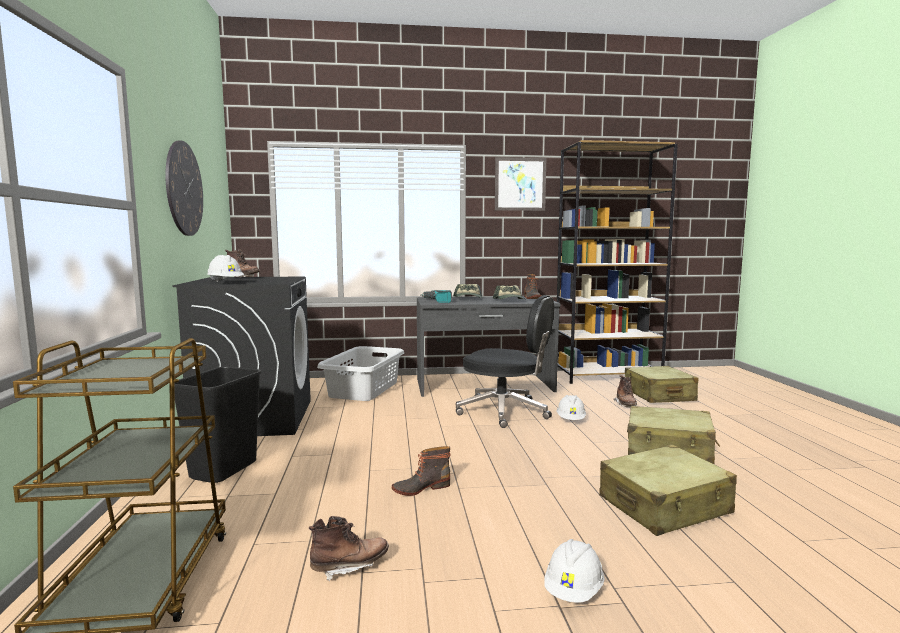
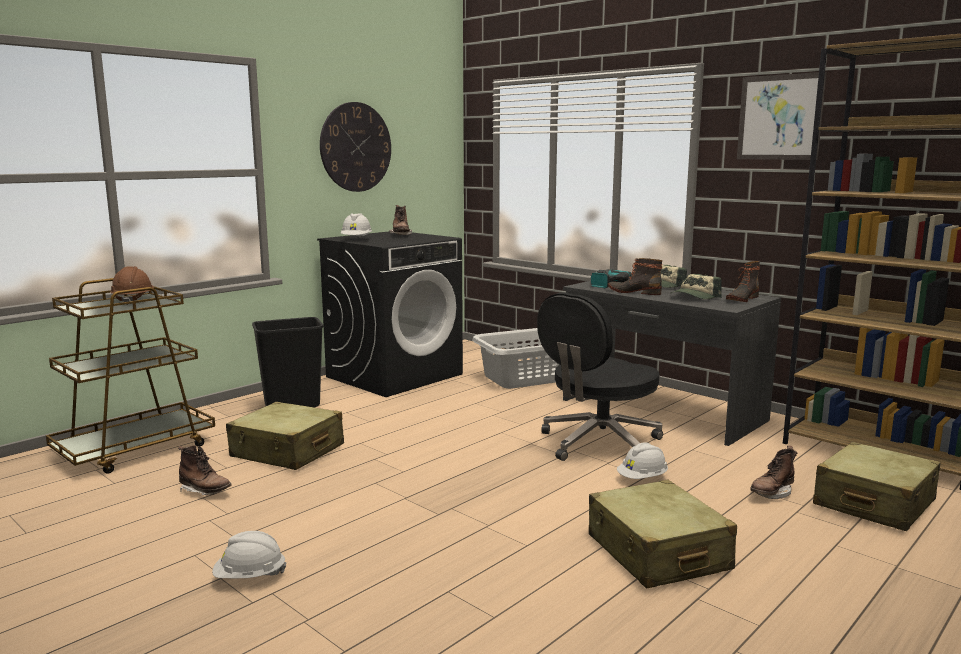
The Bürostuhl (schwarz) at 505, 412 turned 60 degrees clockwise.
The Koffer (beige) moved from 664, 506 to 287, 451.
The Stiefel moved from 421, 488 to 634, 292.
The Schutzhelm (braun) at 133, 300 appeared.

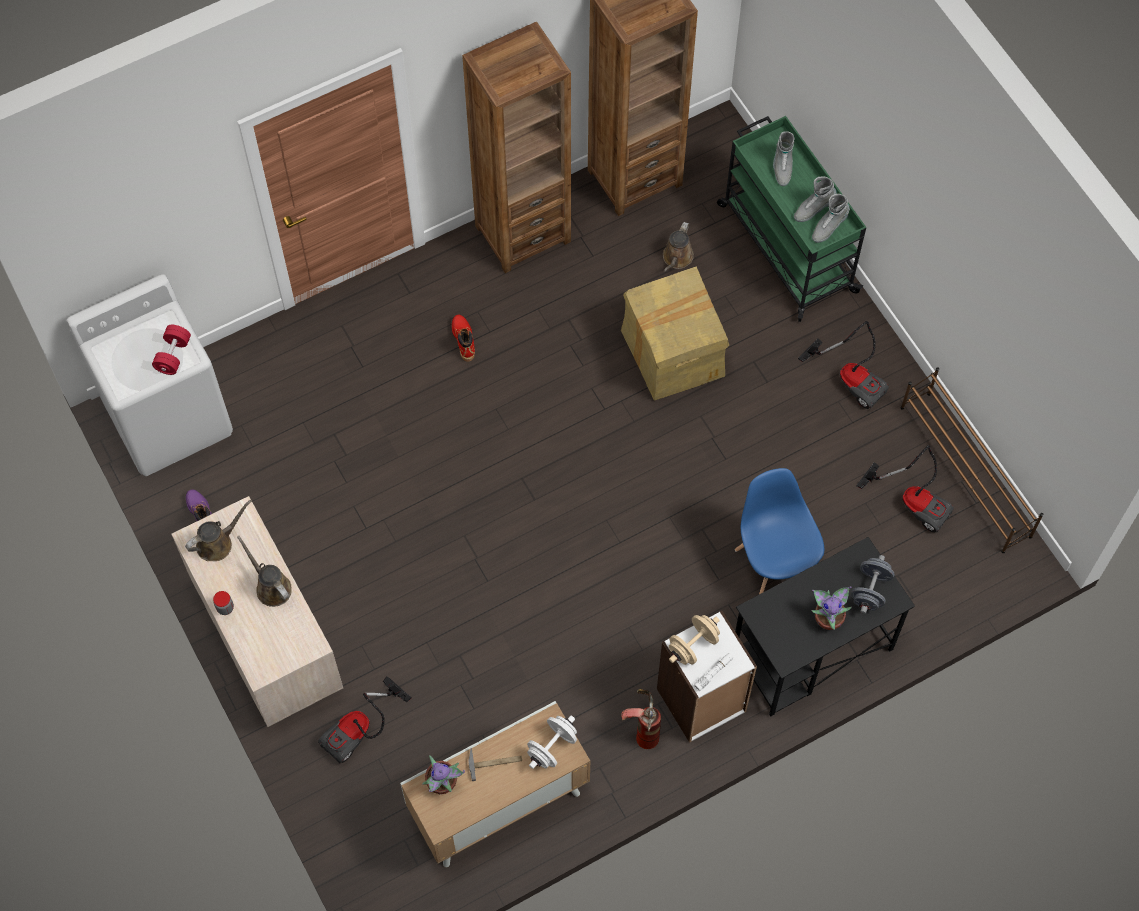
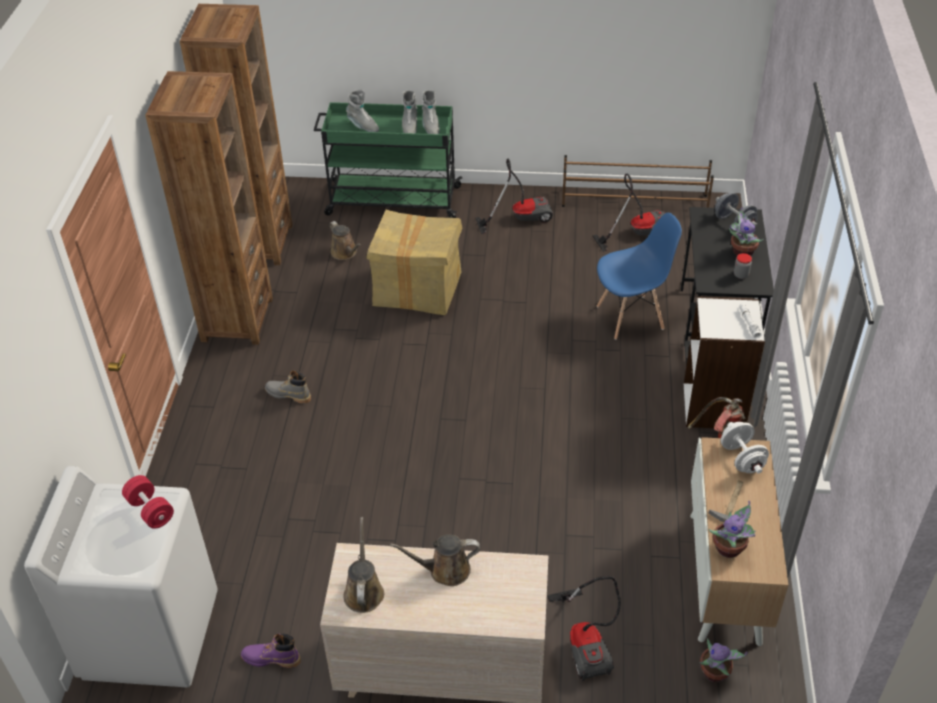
The Stiefel (rot) at 463, 339 became the Stiefel (grau) at 288, 395.
The Stuhl (blau) at 774, 564 turned 150 degrees clockwise.
The Vorratsglas moved from 225, 608 to 741, 275.
The Hantel (beige) at 693, 645 disappeared.
The Topfpflanze at 714, 674 appeared.

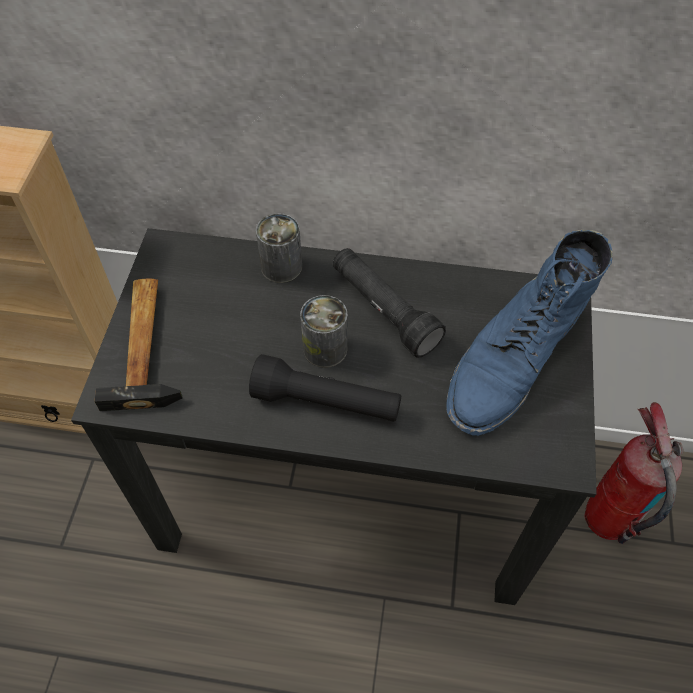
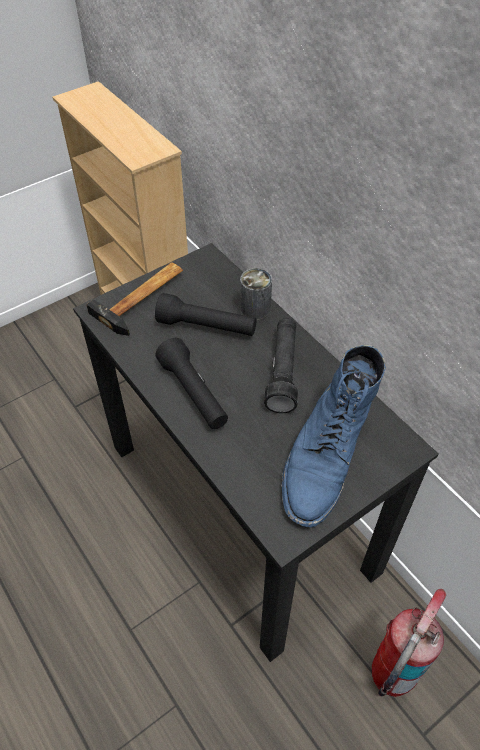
The Stiefel (blau) at 513, 360 turned 60 degrees counterclockwise.
The Dose at 325, 348 disappeared.
The Taschenlampe (schwarz) at 207, 327 appeared.

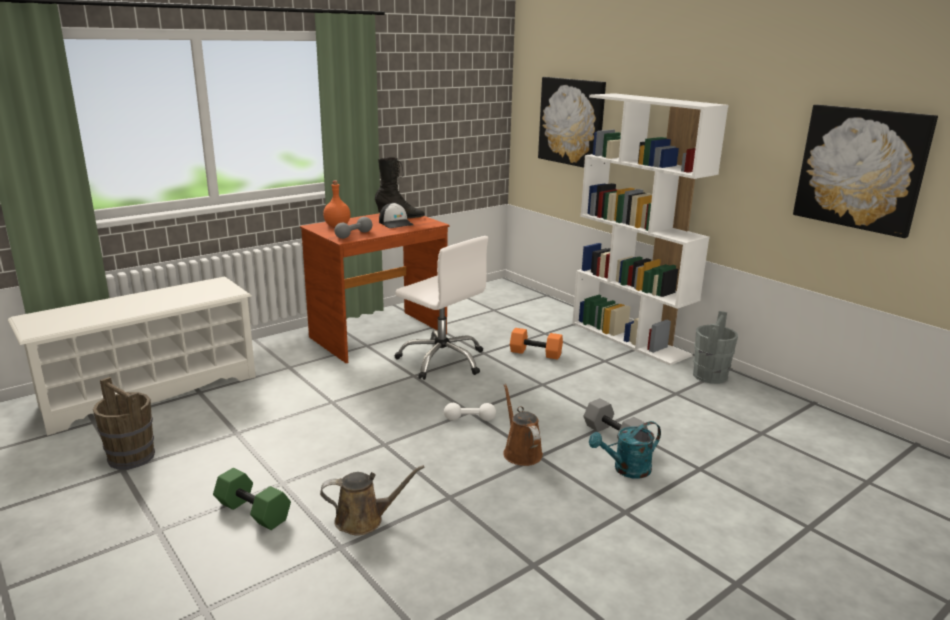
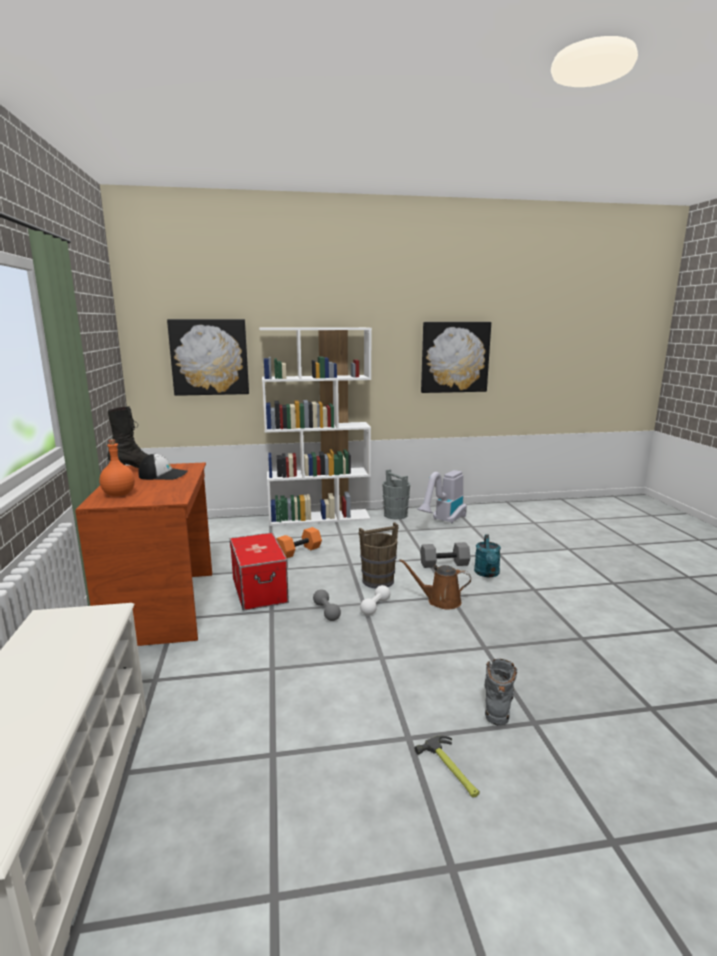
The Hantel (grau) moved from 354, 235 to 326, 612.
The Bürostuhl (weiß) at 442, 360 was replaced by the Aufbewahrungsbox at 260, 590.
The Eimer (braun) moved from 131, 457 to 378, 581.
The Gießkanne (braun) at 364, 520 was replaced by the Stiefel (grau) at 498, 699.
The Hantel (grün) at 254, 511 was replaced by the Hammer at 451, 770.
The Staubsauger at 443, 521 appeared.

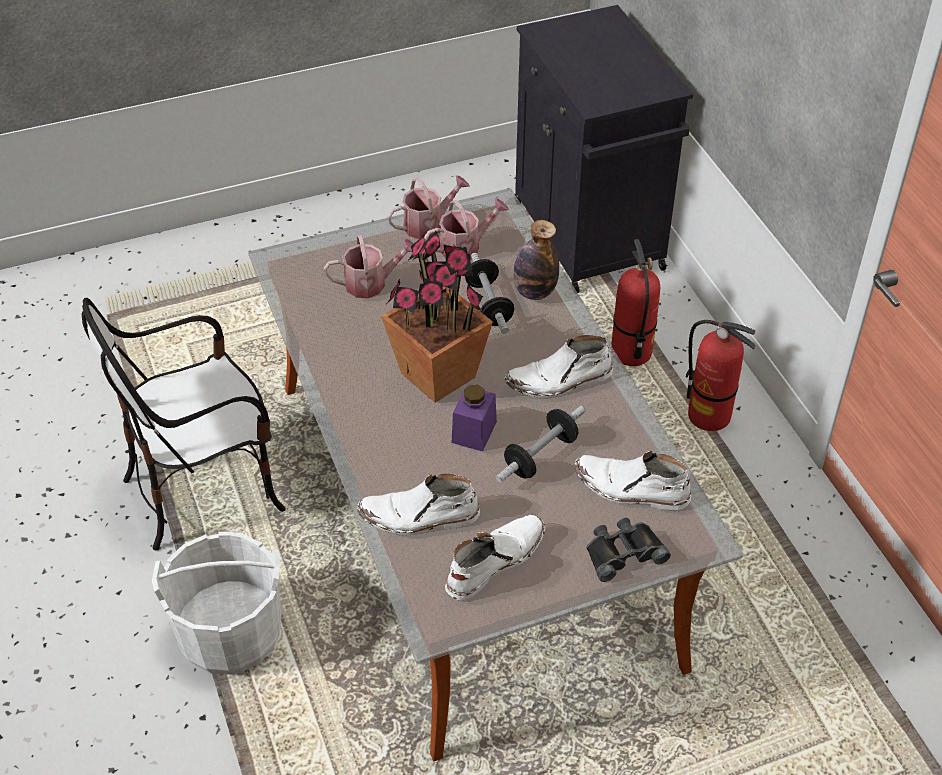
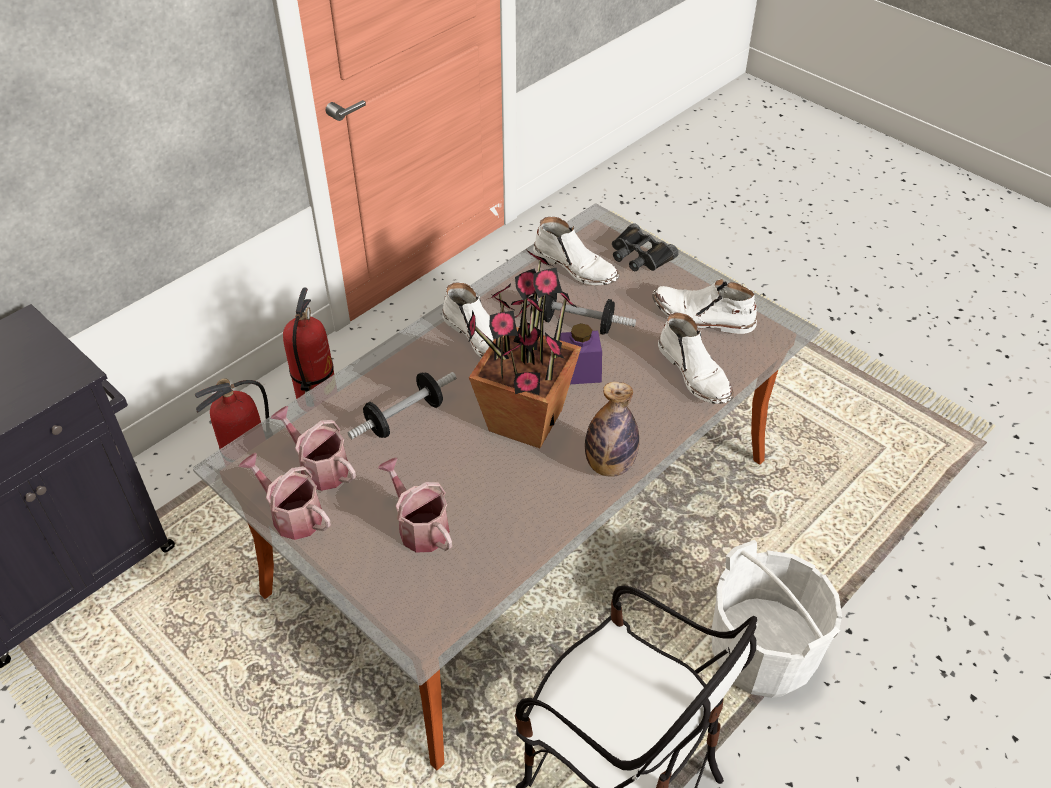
The Flasche moved from 534, 292 to 609, 465.
The Stiefel (weiß) at 630, 489 turned 45 degrees counterclockwise.

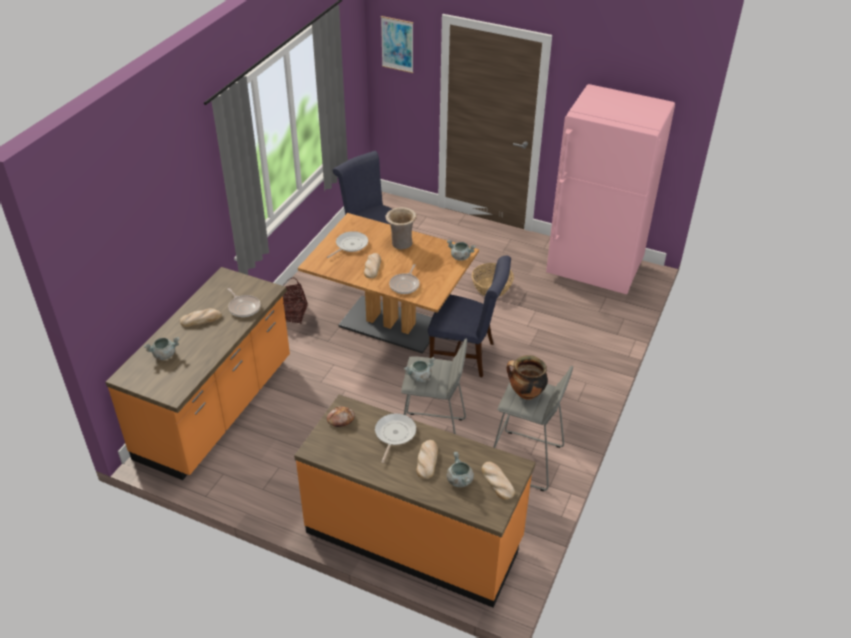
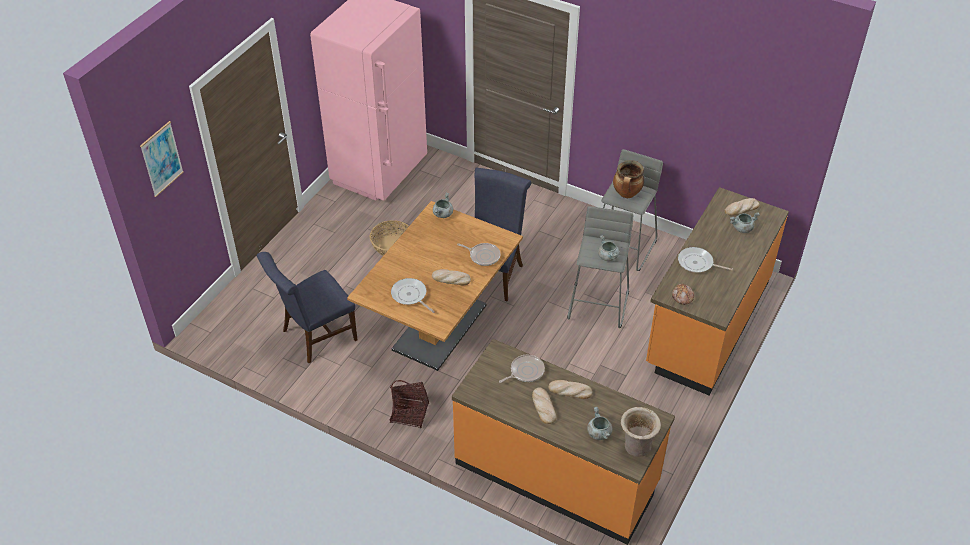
The Vase (beige) moved from 401, 243 to 636, 447.
The Brot moved from 427, 460 to 570, 391.

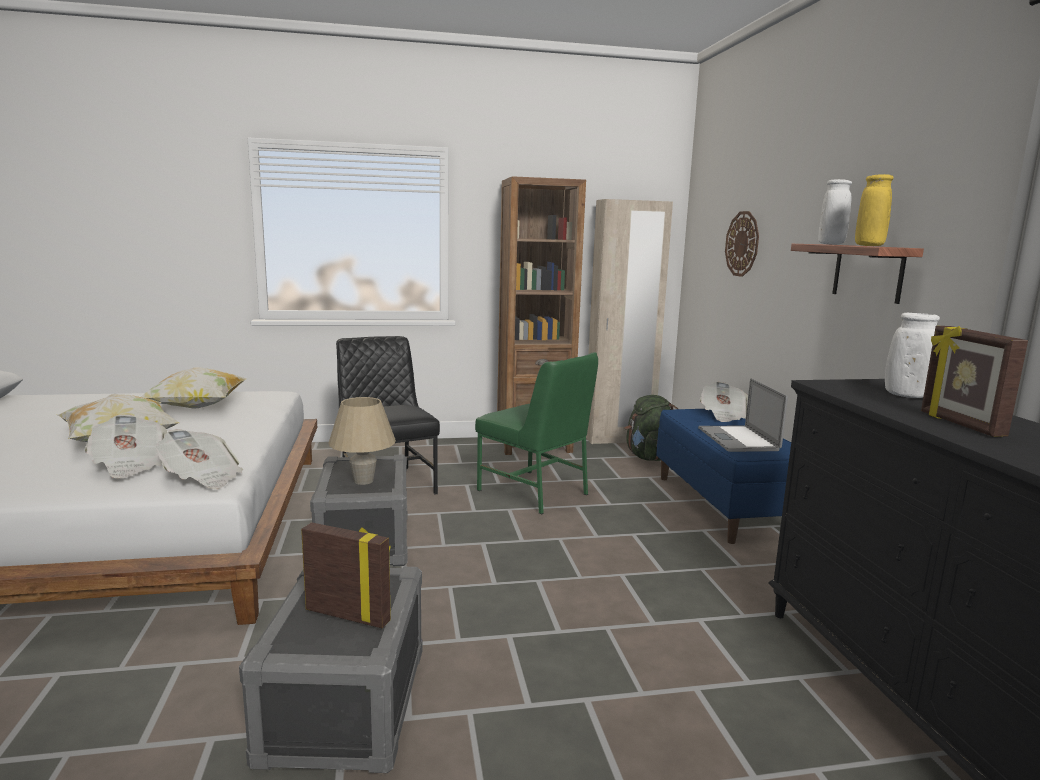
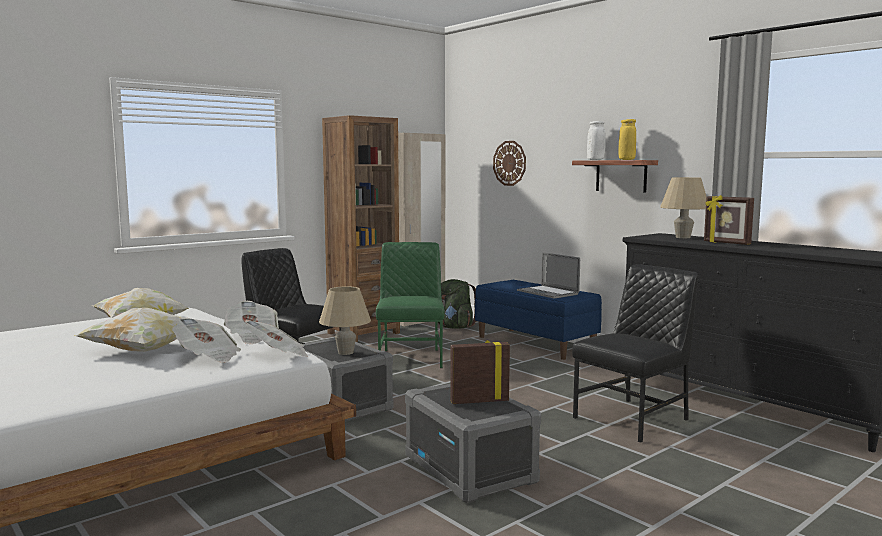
The Vase (weiß) at 906, 395 was replaced by the Tischlampe (beige) at 683, 237.
The Stuhl (grün) at 534, 492 turned 105 degrees counterclockwise.
The Zeitung moved from 723, 415 to 252, 337.
The Stuhl (schwarz) at 633, 419 appeared.

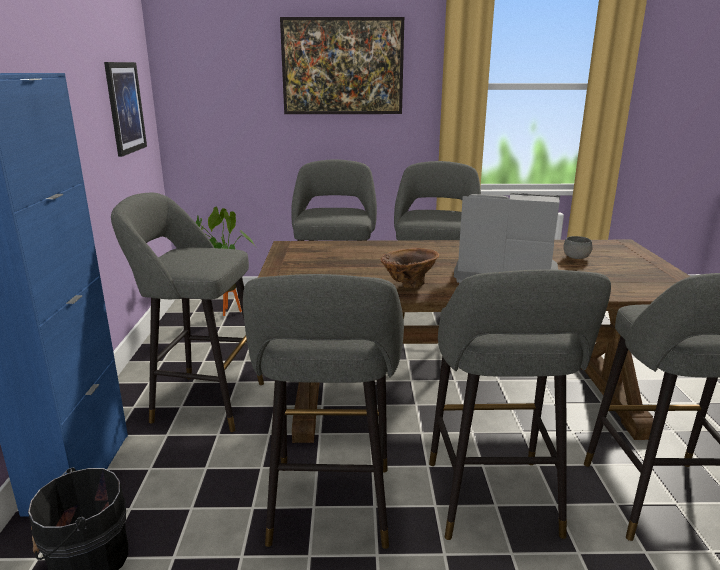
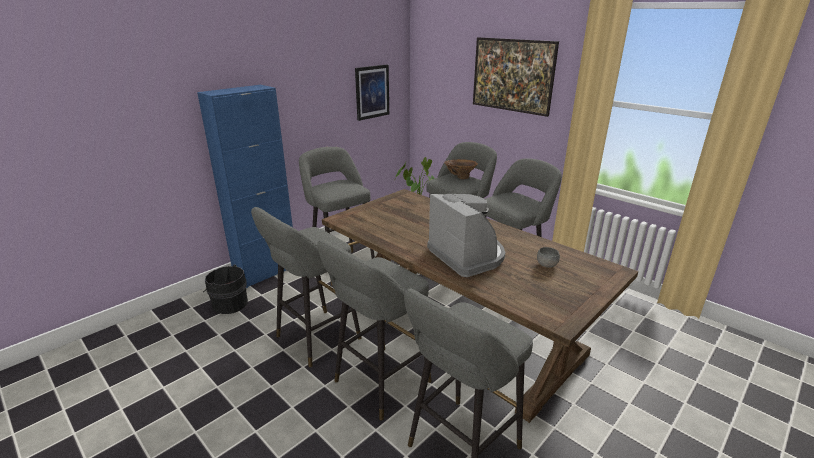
The Vase (braun) moved from 408, 285 to 460, 177.

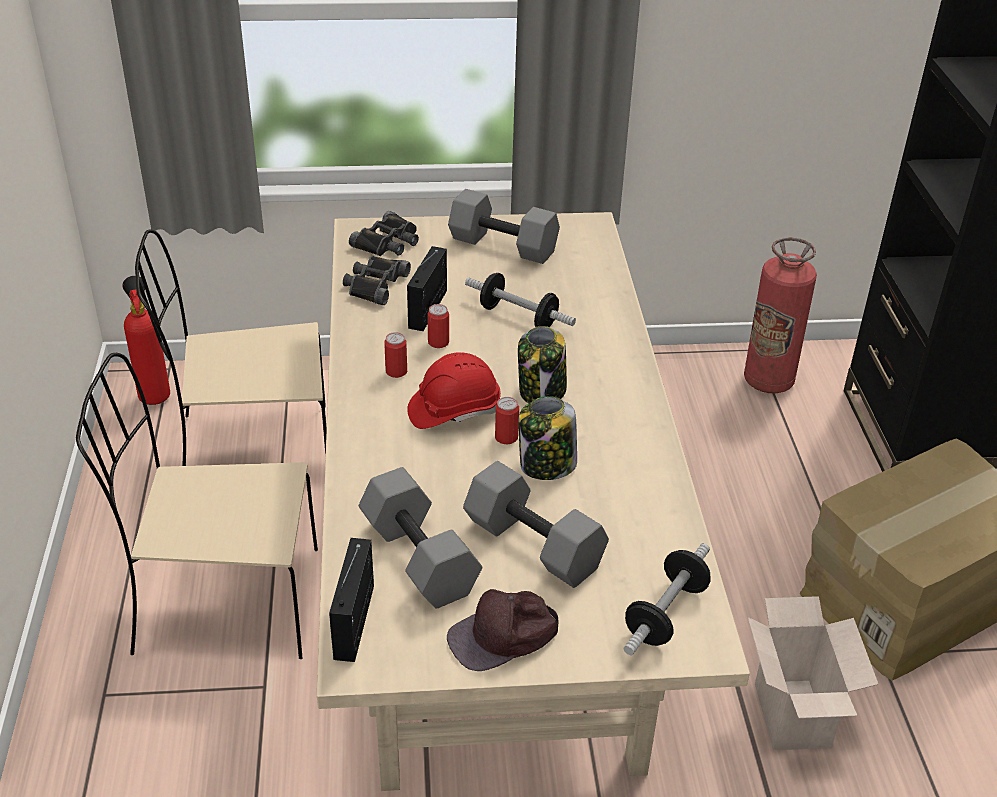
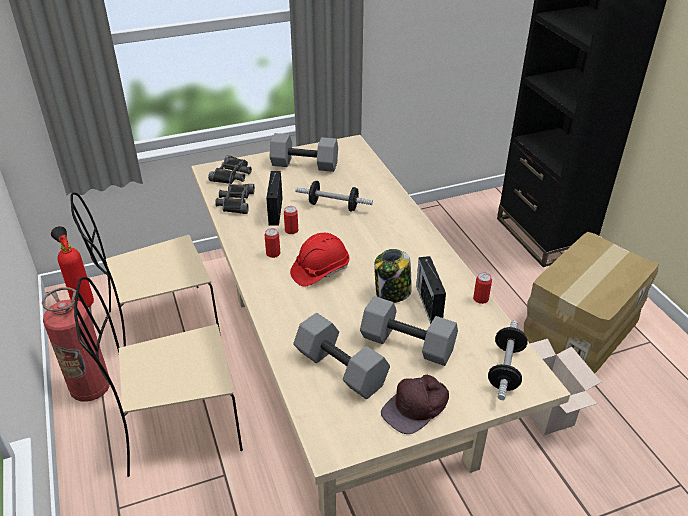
The Feuerlöscher moved from 768, 381 to 91, 388.
The Vorratsglas at 542, 391 disappeared.
The Dose moved from 506, 437 to 480, 299.
The Radio moved from 355, 620 to 428, 303.

